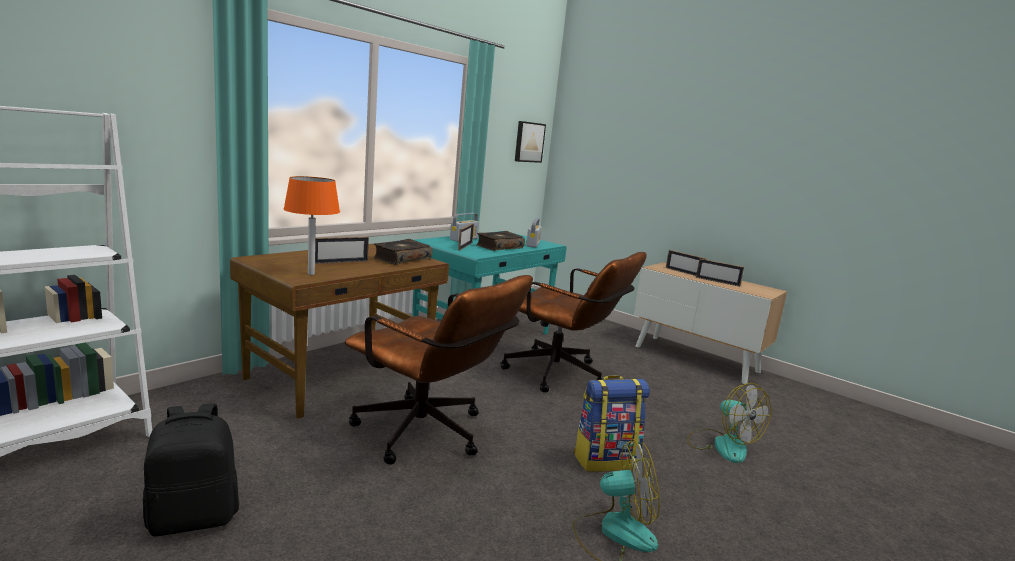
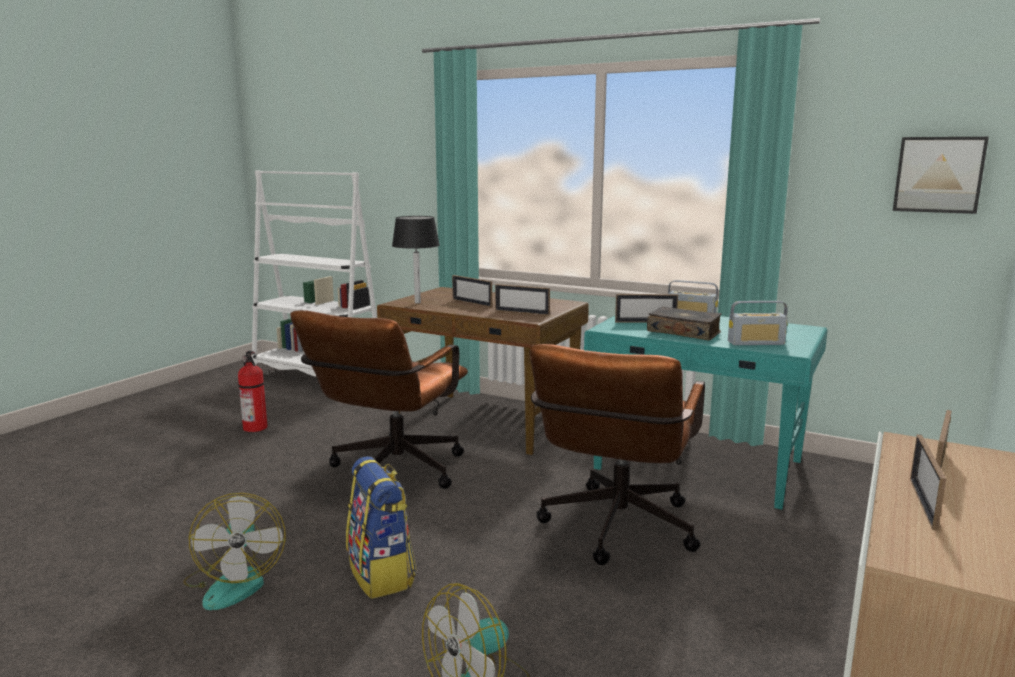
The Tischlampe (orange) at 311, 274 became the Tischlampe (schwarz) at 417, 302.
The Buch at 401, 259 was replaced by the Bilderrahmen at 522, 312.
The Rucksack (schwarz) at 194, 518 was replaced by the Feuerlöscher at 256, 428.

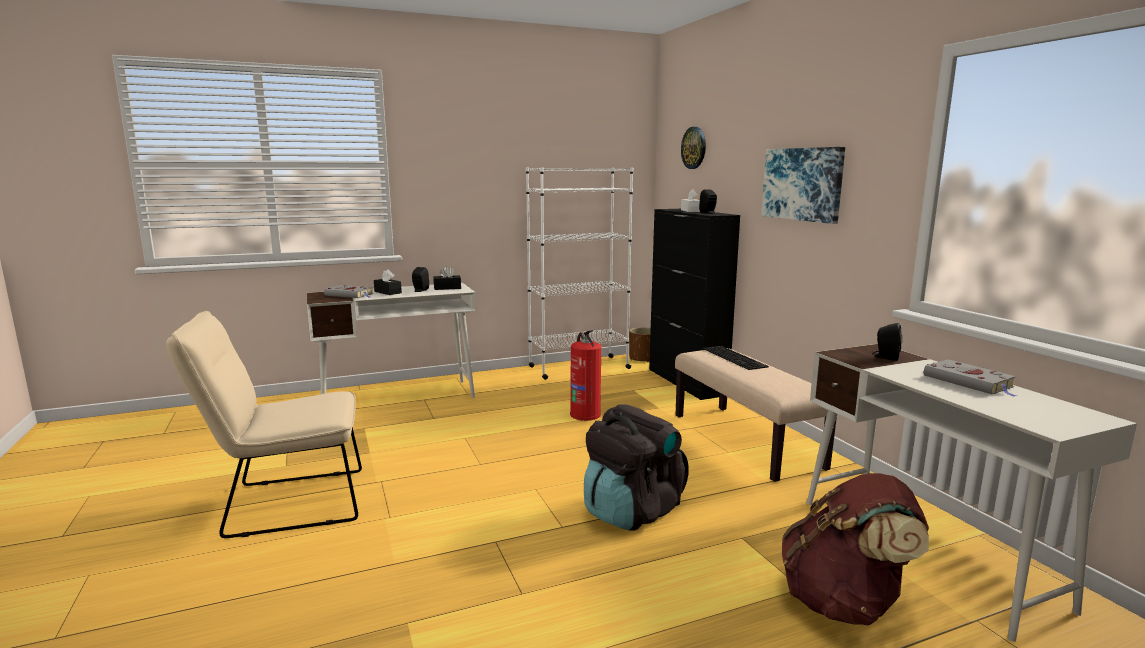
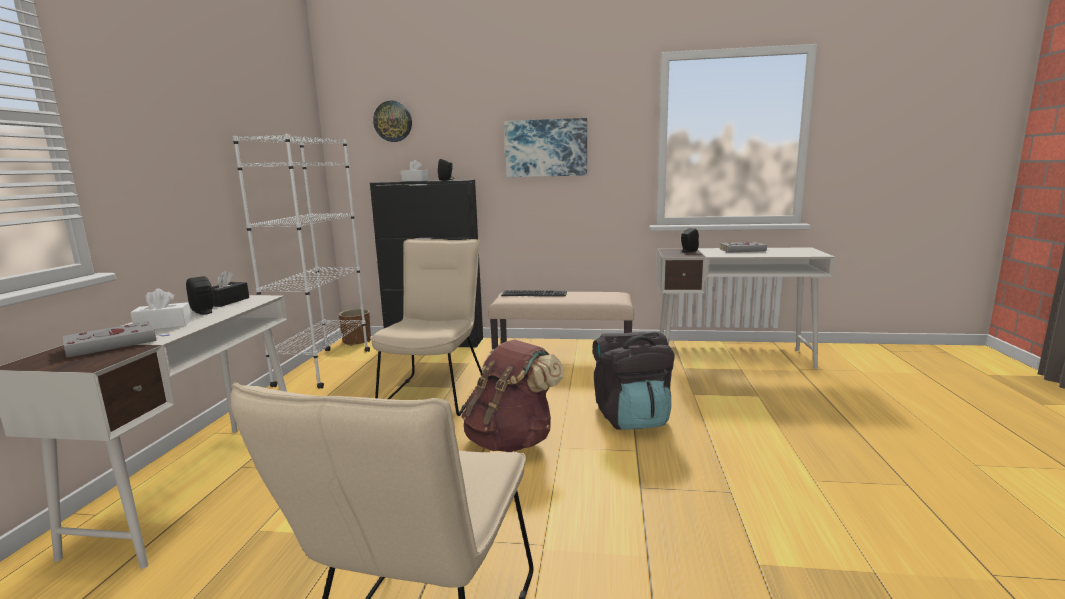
The Taschentuchbox (schwarz) at 388, 292 became the Taschentuchbox (weiß) at 163, 325.
The Feuerlöscher at 585, 414 was replaced by the Stuhl (beige) at 436, 391.
The Rucksack (braun) moved from 844, 603 to 511, 441.

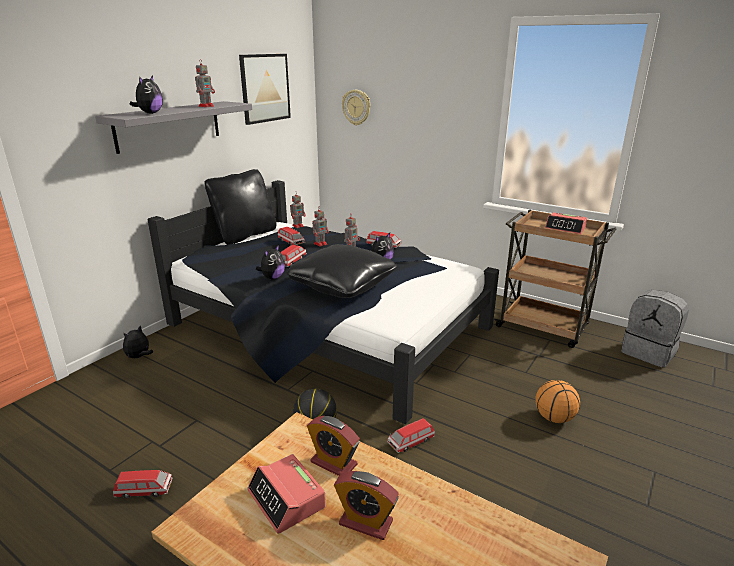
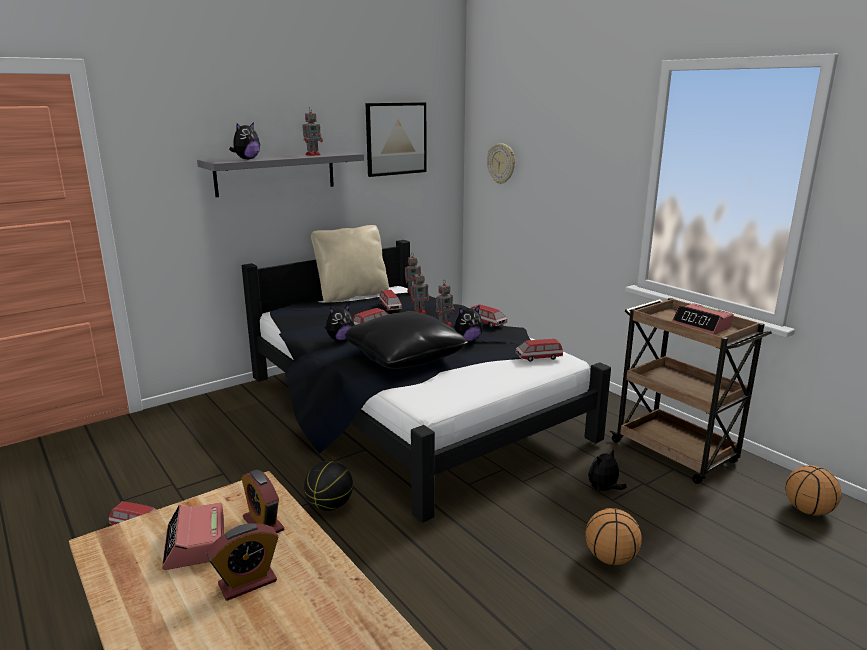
The Kissen (schwarz) at 245, 235 became the Kissen (beige) at 352, 295.
The Rucksack (grau) at 649, 352 was replaced by the Basketball at 808, 511.
The Plüschtier moved from 139, 357 to 603, 490.
The Spielzeugauto moved from 410, 442 to 538, 357.
The Wecker at 365, 522 turned 75 degrees counterclockwise.

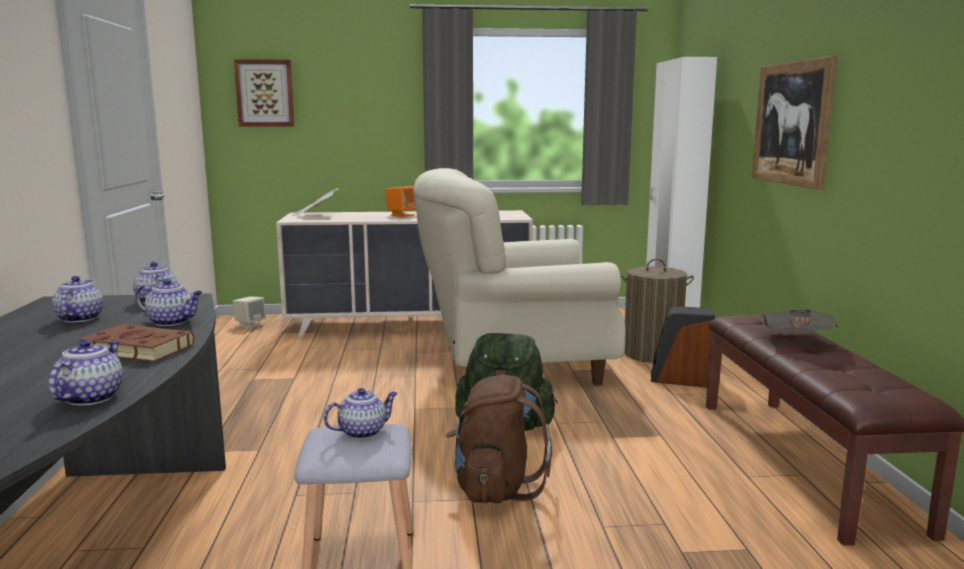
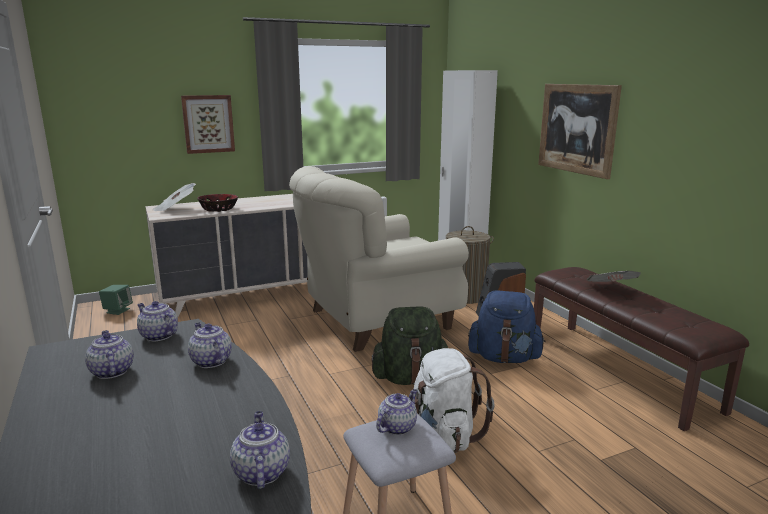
The Bild moved from 265, 93 to 208, 124.
The Lautsprecher (orange) at 402, 215 disappeared.
The Teekanne at 172, 322 turned 120 degrees counterclockwise.
The Lautsprecher (beige) at 250, 325 became the Lautsprecher (grün) at 118, 310.
The Buch (braun) at 135, 349 disappeared.
The Rucksack (braun) at 495, 488 became the Rucksack (weiß) at 444, 435.
The Schüssel at 219, 209 appeared.
The Rucksack (blau) at 504, 358 appeared.

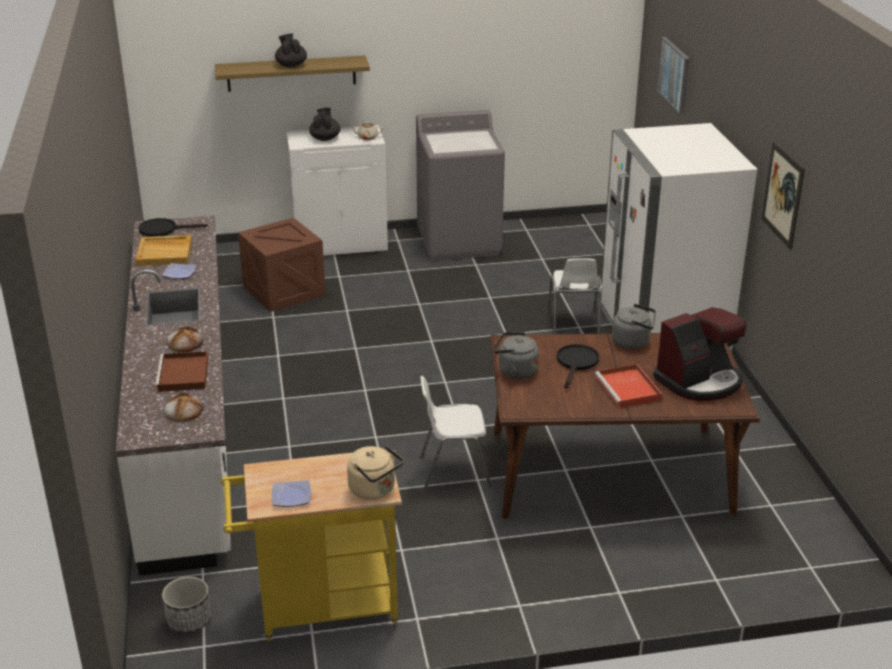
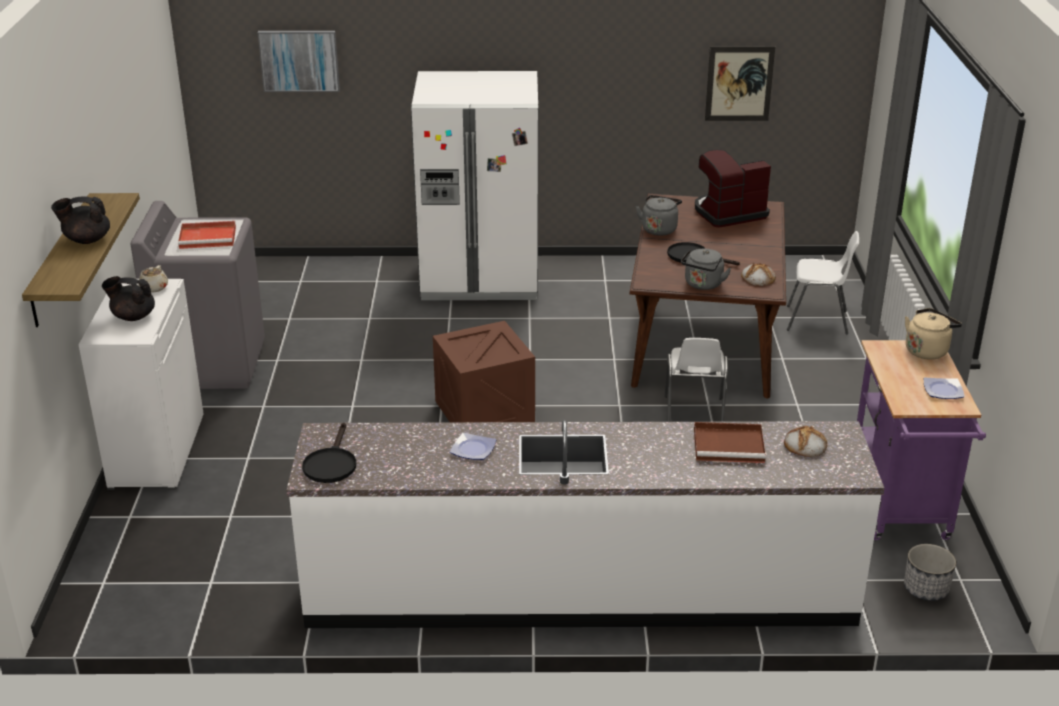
The Bild moved from 783, 194 to 739, 83.
The Kiste moved from 284, 290 to 484, 412.
The Tablett (beige) at 165, 253 disappeared.
The Stuhl (weiß) moved from 573, 326 to 817, 320.
The Kaffeemaschine at 699, 381 turned 90 degrees counterclockwise.
The Brot moved from 185, 343 to 757, 278.
The Tablett (rot) moved from 629, 389 to 209, 237.
The Rollwagen (gelb) at 318, 608 became the Rollwagen (lila) at 900, 508.

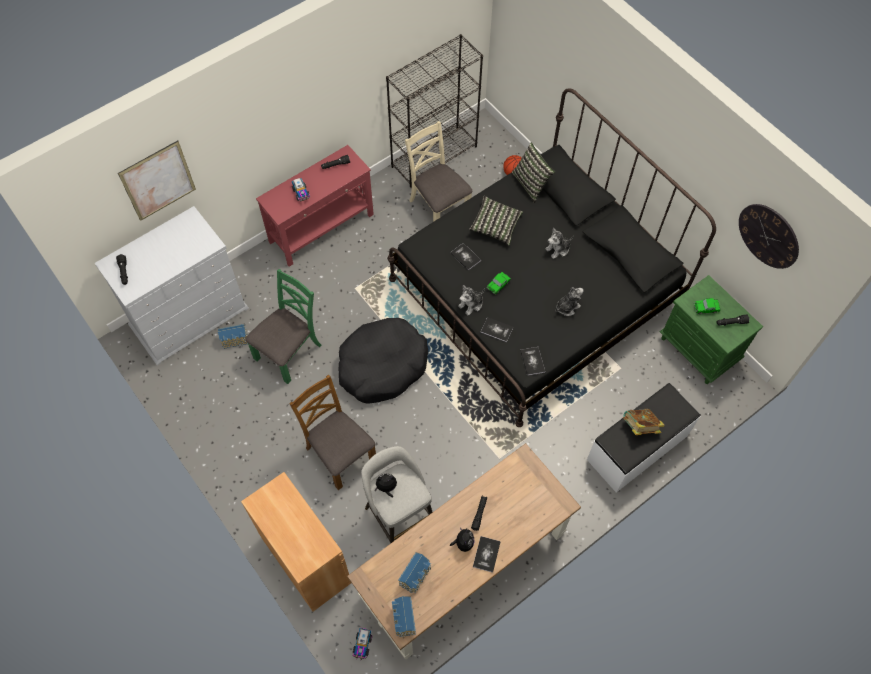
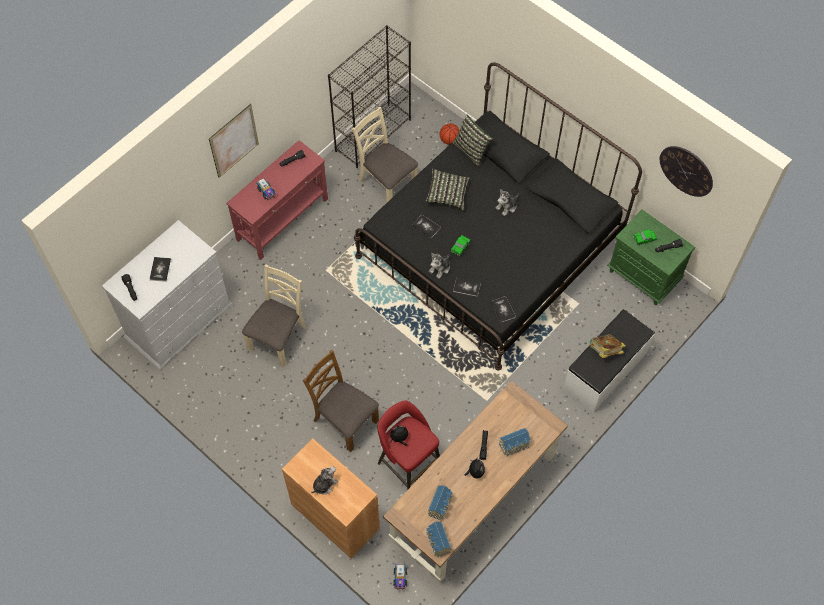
The Bild moved from 158, 181 to 234, 141.
The Stuhl (grün) at 289, 351 became the Stuhl (beige) at 278, 337.
The Plüschtier moved from 567, 307 to 324, 484.
The Hundebett (schwarz) at 382, 366 disappeared.
The Spielzeughaus moved from 235, 340 to 515, 445.
The Hocker (grau) at 398, 513 became the Hocker (rot) at 408, 462.
The Buch moved from 486, 554 to 160, 269.

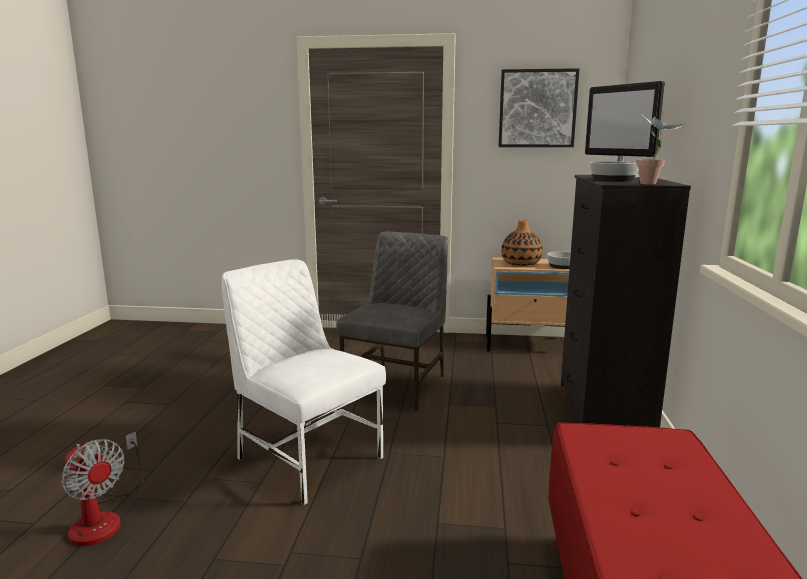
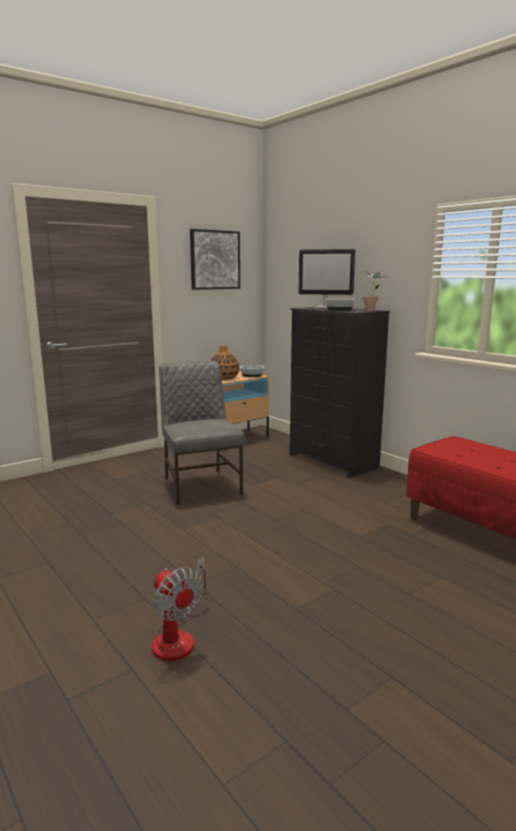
The Stuhl (weiß) at 307, 458 disappeared.
The Ventilator at 103, 518 turned 60 degrees clockwise.

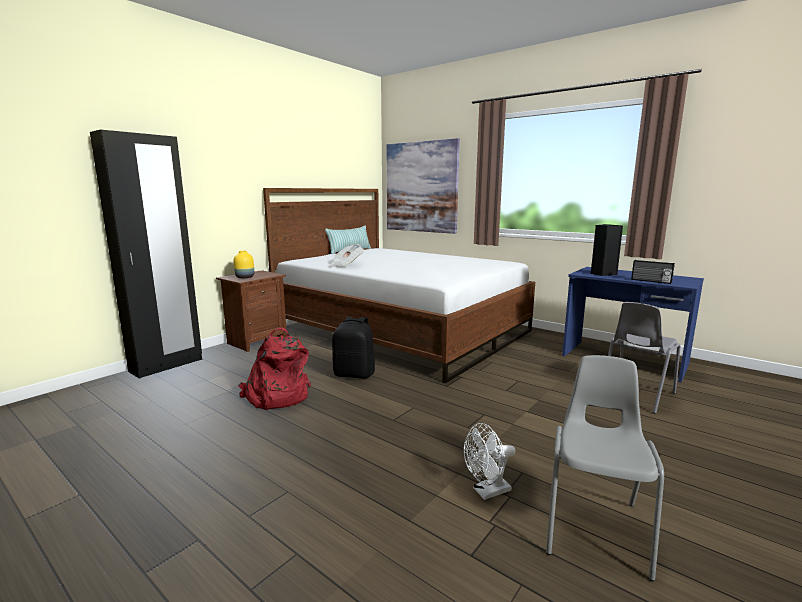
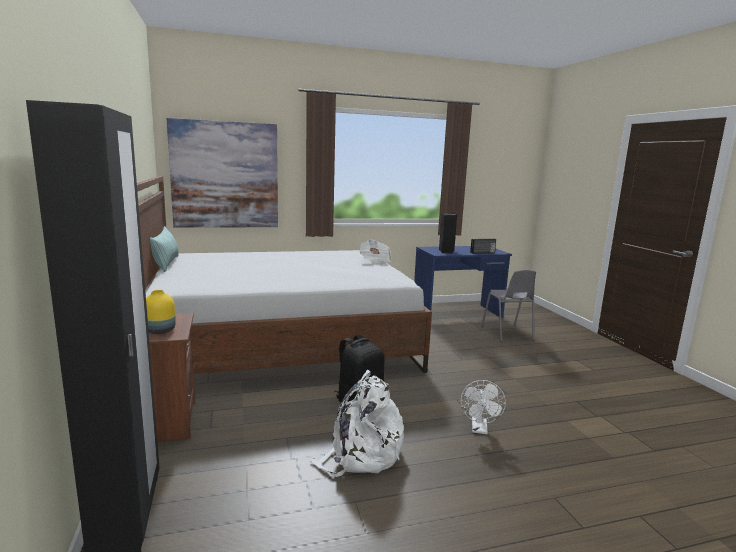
The Zeitung moved from 346, 265 to 375, 262.
The Rucksack (rot) at 276, 397 became the Rucksack (weiß) at 361, 454.
The Stuhl (grau) at 595, 527 disappeared.
The Ventilator (weiß) moved from 487, 492 to 480, 429.

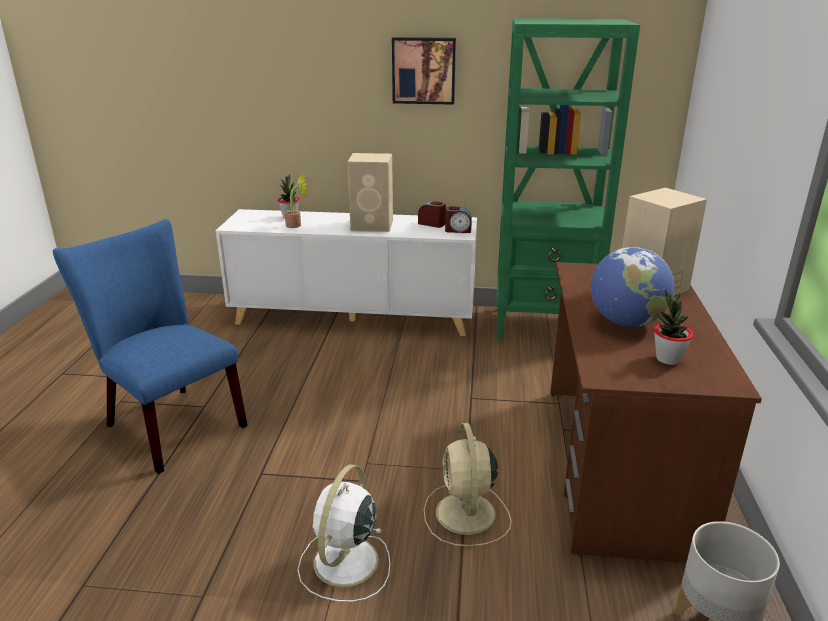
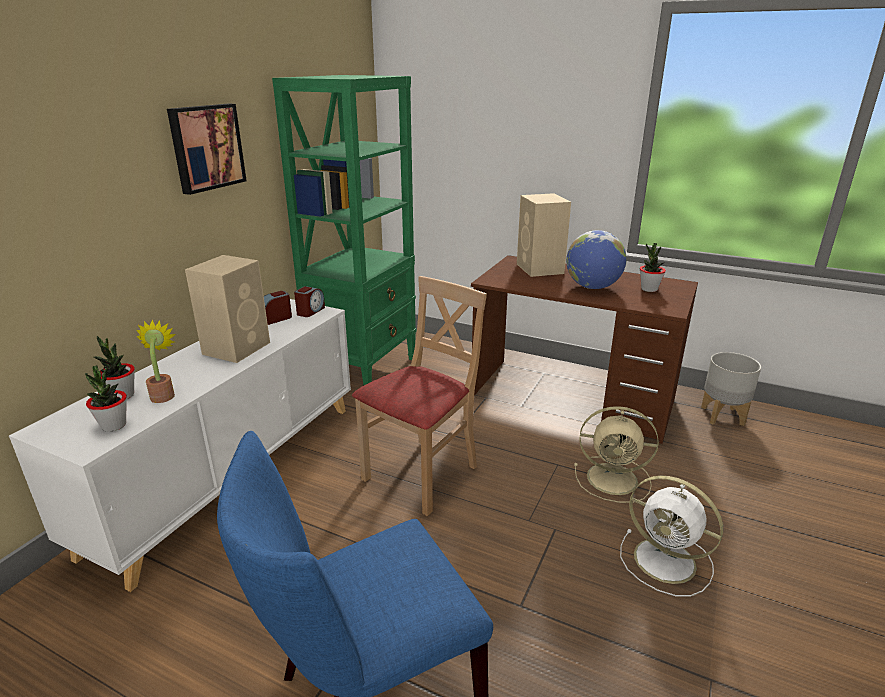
The Stuhl (beige) at 422, 474 appeared.
The Topfpflanze at 114, 425 appeared.

